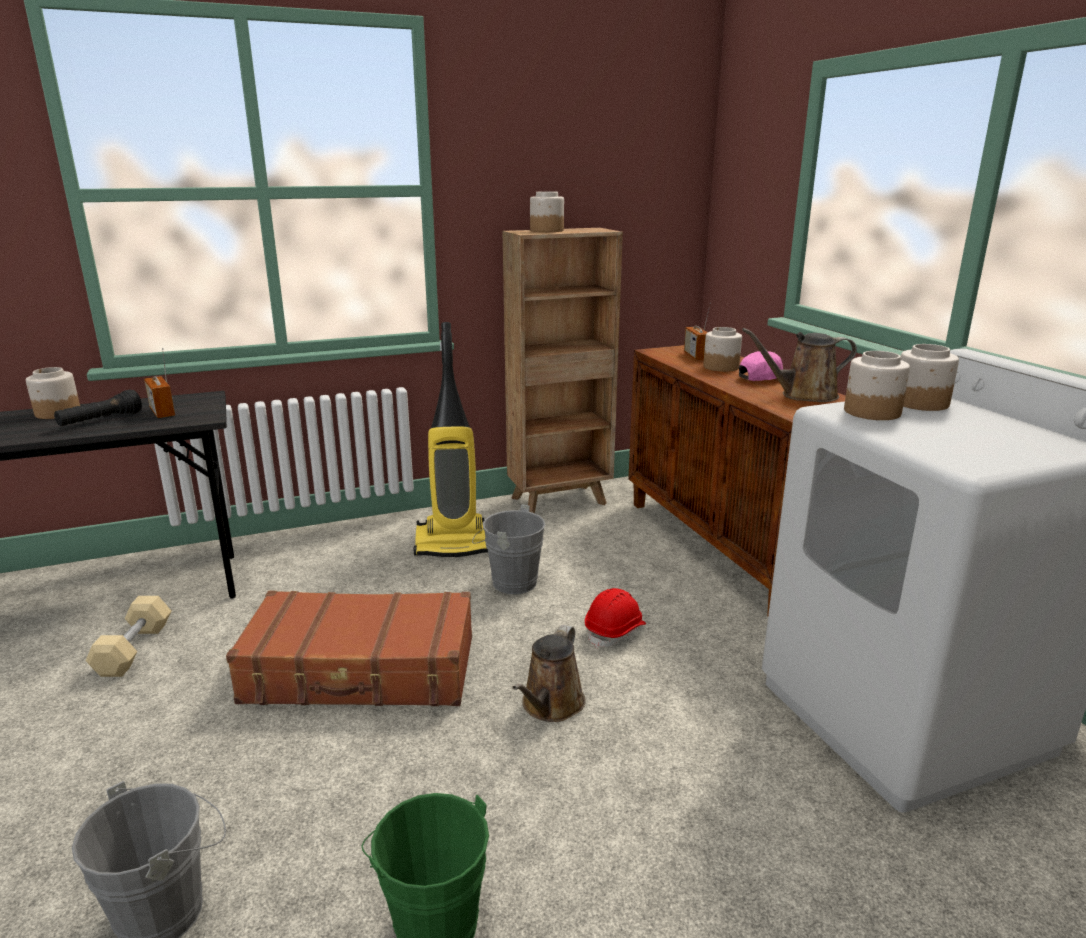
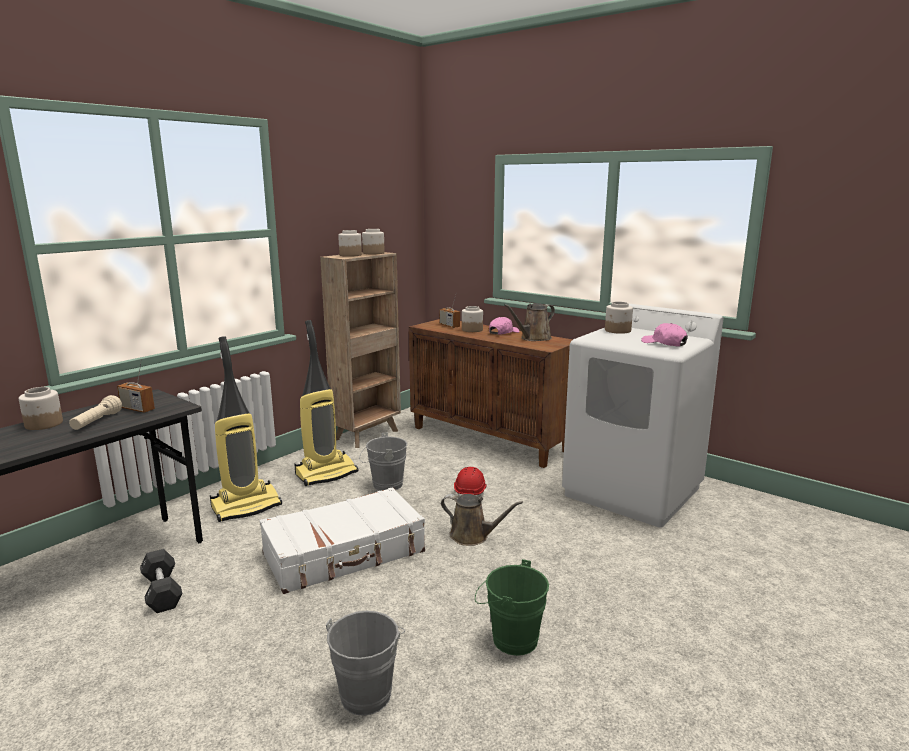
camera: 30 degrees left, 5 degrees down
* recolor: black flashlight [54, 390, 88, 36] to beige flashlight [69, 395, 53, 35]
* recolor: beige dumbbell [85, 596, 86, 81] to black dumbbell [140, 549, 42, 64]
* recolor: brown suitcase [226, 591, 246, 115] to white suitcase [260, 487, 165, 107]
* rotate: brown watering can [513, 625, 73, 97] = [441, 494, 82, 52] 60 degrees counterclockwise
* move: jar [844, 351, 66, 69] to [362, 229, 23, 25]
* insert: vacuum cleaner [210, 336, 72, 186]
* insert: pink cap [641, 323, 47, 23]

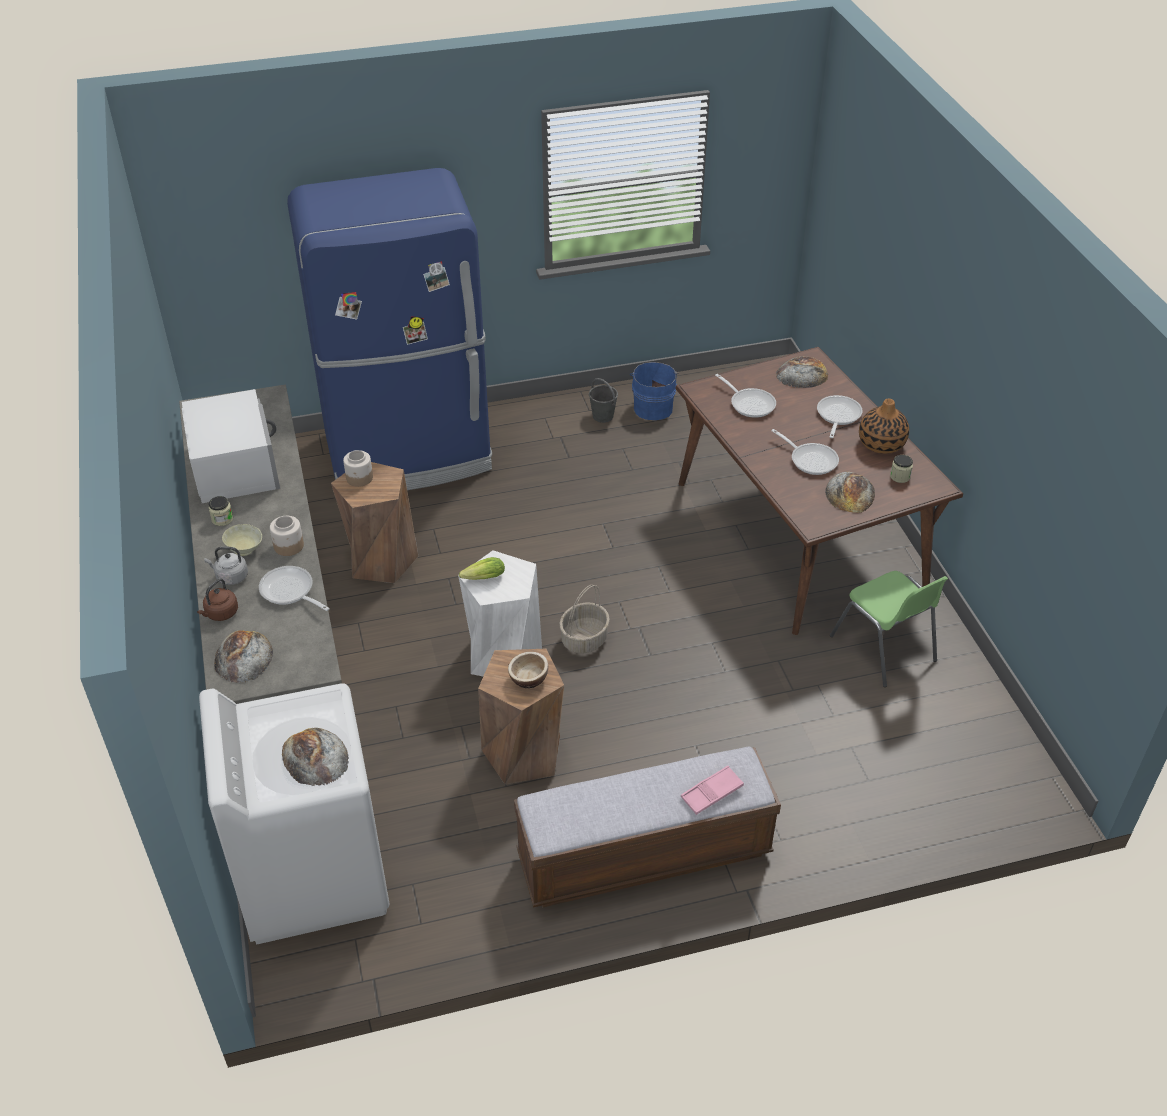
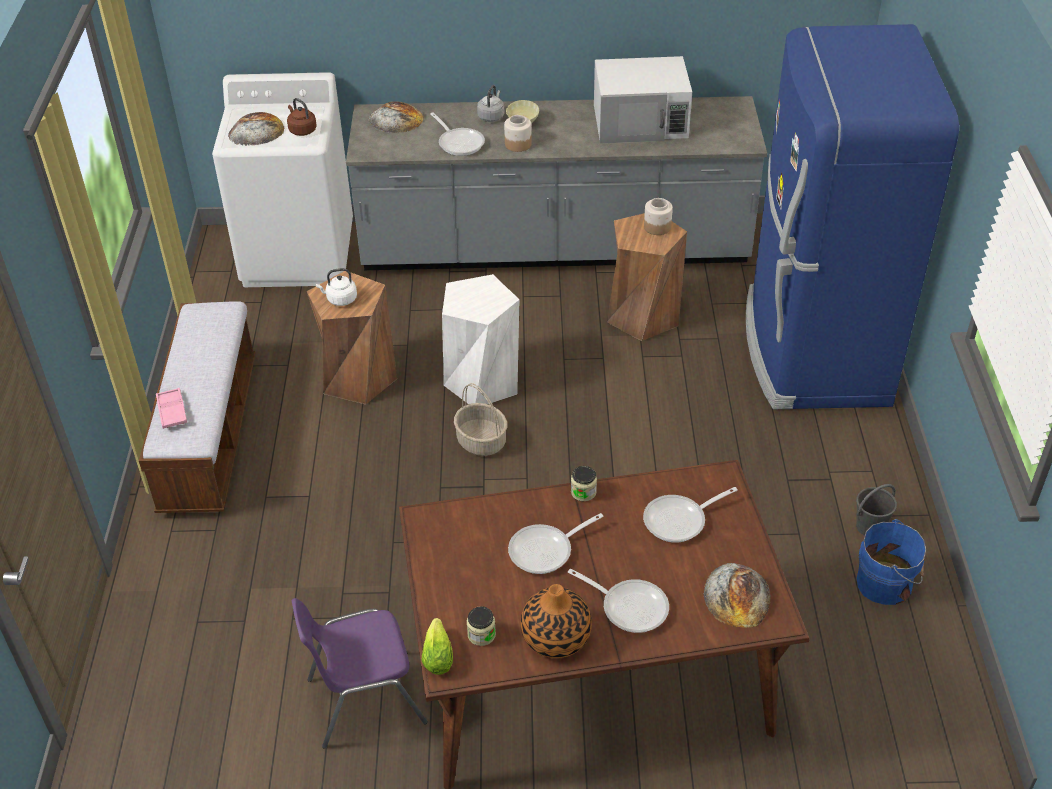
camera: 105 degrees right, 0 degrees up
* move: brown kettle [197, 578, 41, 43] to [287, 98, 30, 38]
* move: jar [208, 496, 25, 30] to [571, 466, 26, 35]
* rotate: frying pan [259, 566, 71, 45] = [430, 113, 55, 43] 90 degrees clockwise
* move: lettuce [459, 557, 46, 23] to [421, 618, 32, 57]
* replace: bowl [508, 652, 40, 36] to white kettle [316, 268, 41, 38]
* delete: bread [825, 472, 50, 41]
* recolor: green chair [830, 571, 118, 116] to purple chair [292, 598, 136, 151]

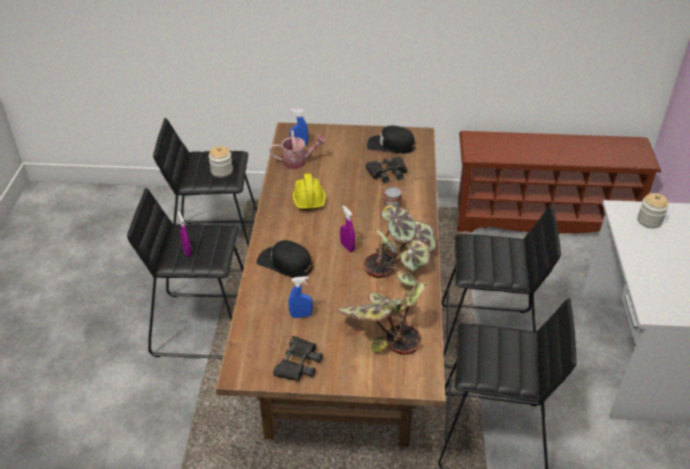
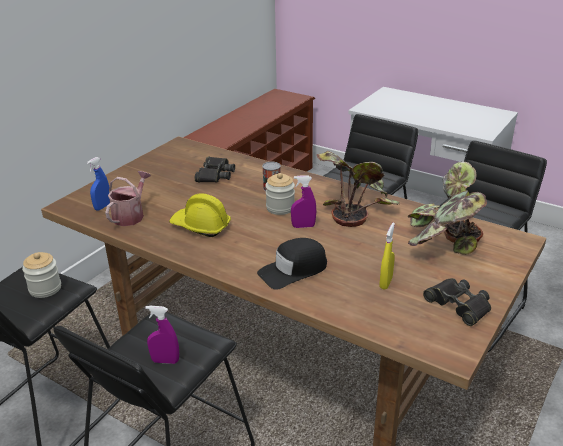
camera: 60 degrees left, 10 degrees down
* recolor: blue spray bottle [289, 276, 24, 42] to yellow spray bottle [380, 223, 15, 67]
* delete: black cap [367, 126, 48, 28]
* move: jar [637, 193, 32, 35] to [265, 173, 30, 42]

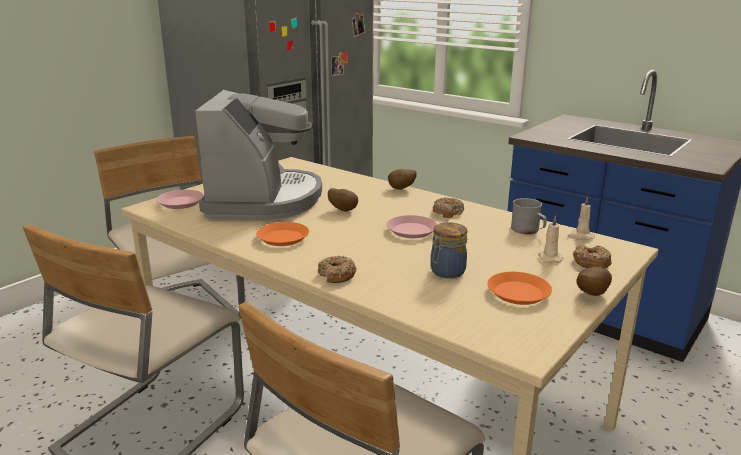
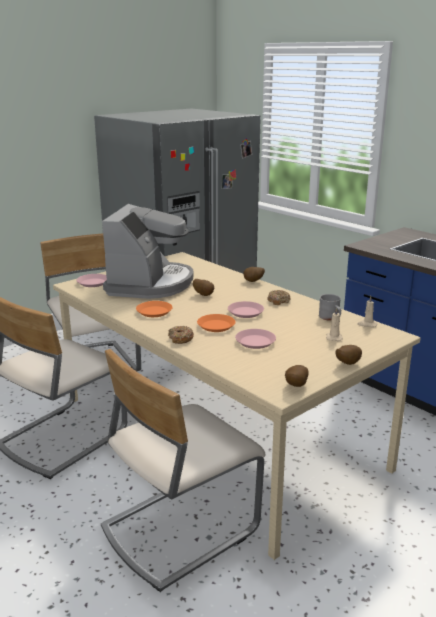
camera: 10 degrees right, 0 degrees up
* replace: jar [431, 222, 36, 56] to pink plate [235, 329, 41, 20]
* move: orange plate [487, 272, 65, 33] to [197, 314, 39, 18]
* delete: donut [573, 244, 39, 25]
* insert: potato [285, 365, 24, 22]

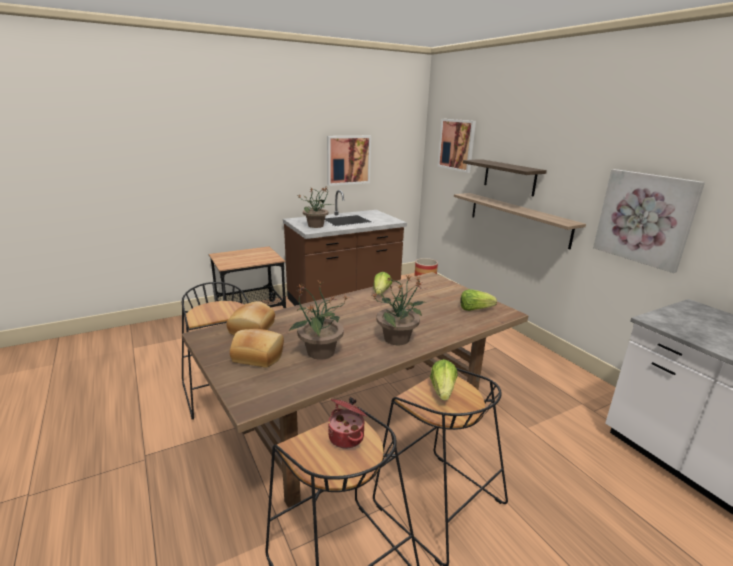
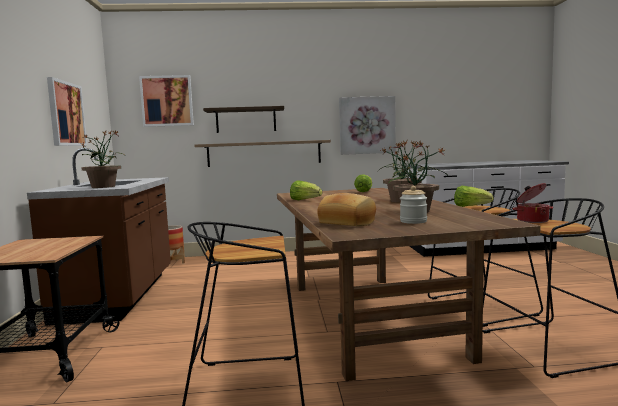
camera: 65 degrees left, 15 degrees down
* replace: bread [230, 329, 54, 39] to jar [400, 186, 27, 38]

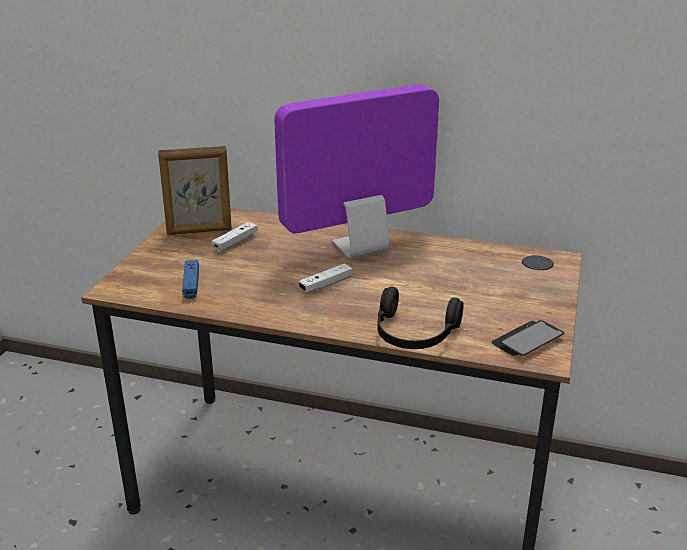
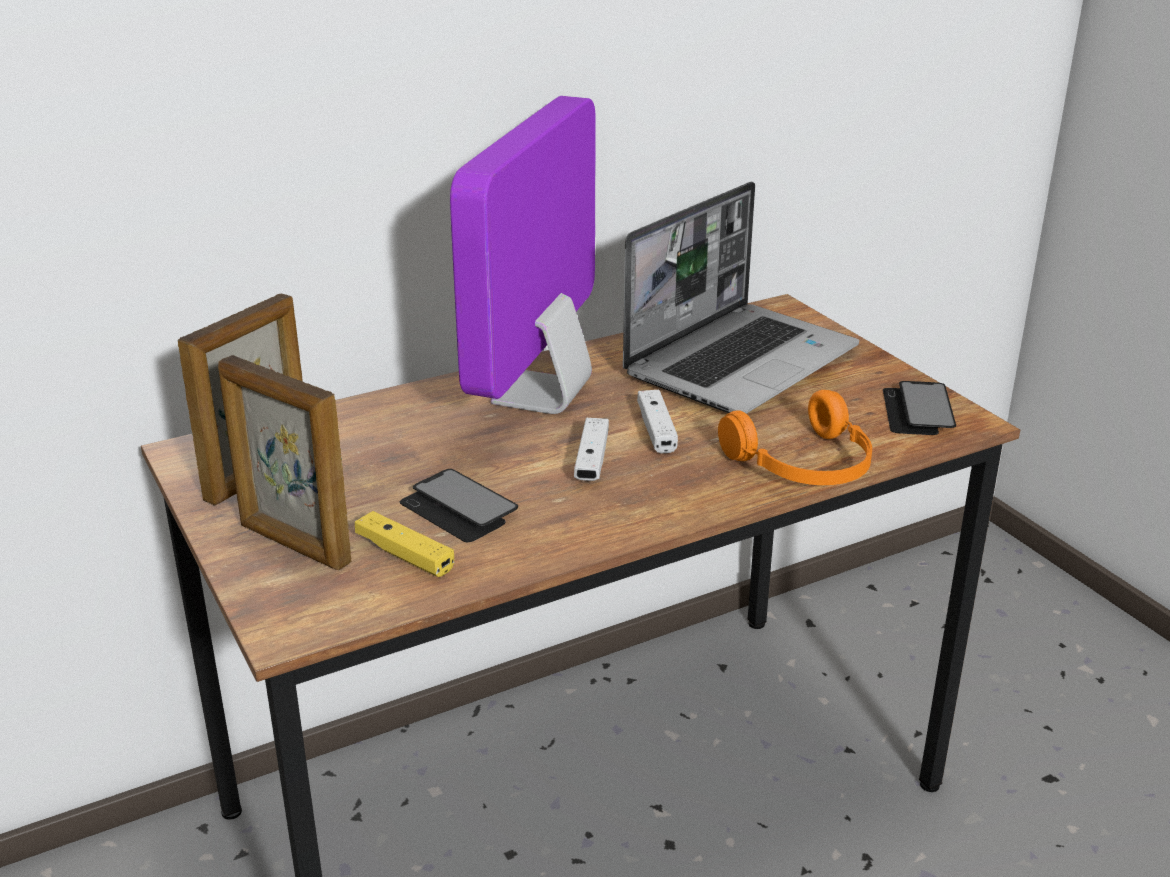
camera: 45 degrees left, 0 degrees up
* recolor: blue game controller [182, 260, 17, 39] to yellow game controller [355, 511, 99, 66]
* move: white game controller [212, 222, 45, 30] to [637, 390, 41, 64]
* recolor: black headphones [377, 287, 87, 62] to orange headphones [718, 390, 154, 95]
* insert: picture frame [218, 355, 134, 215]
* insert: phone [400, 469, 118, 73]
* insert: laptop [623, 182, 236, 232]

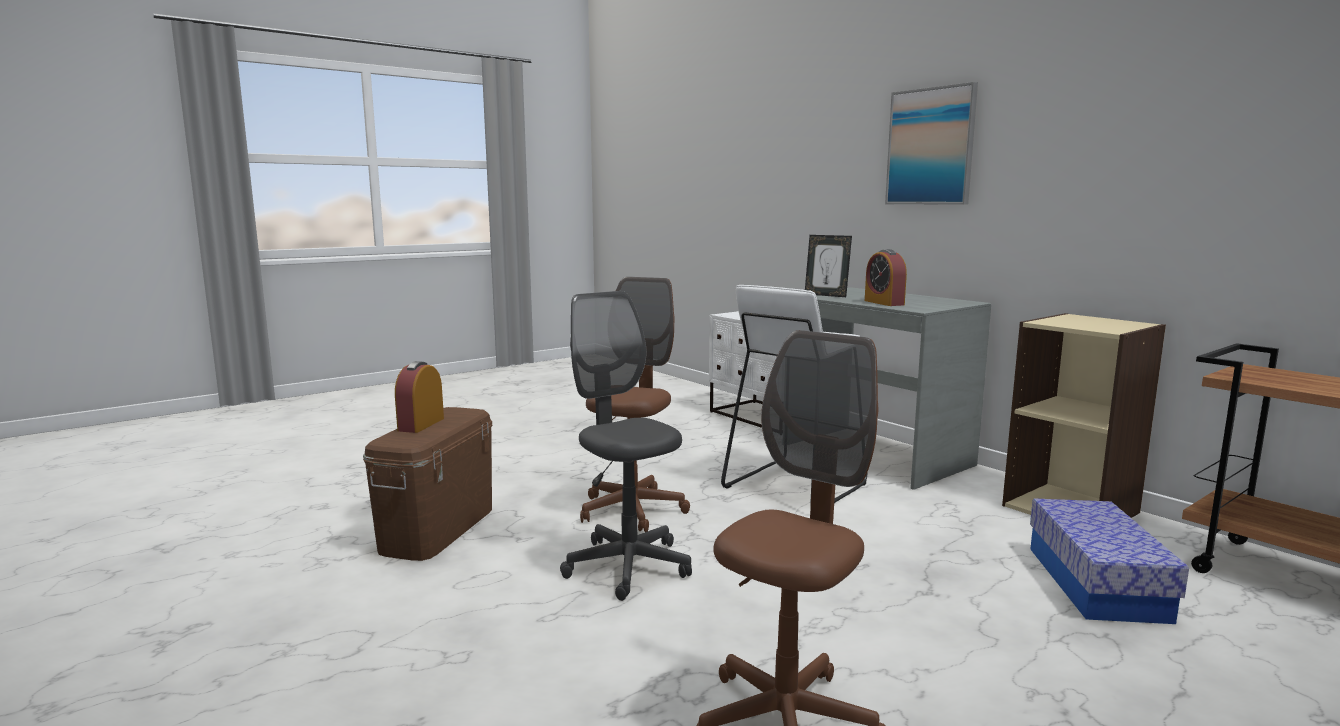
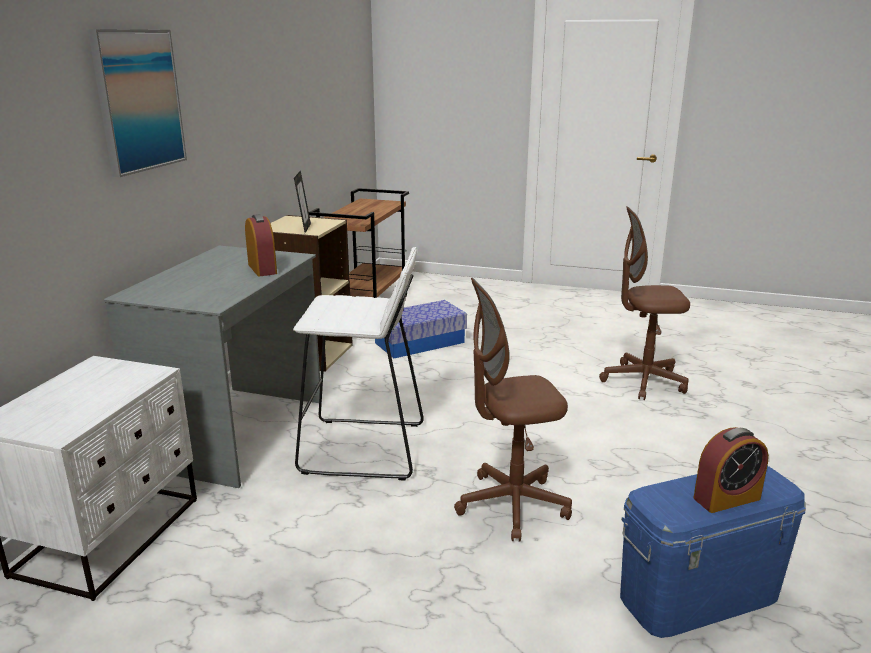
camera: 125 degrees left, 10 degrees up
* recolor: brown storage box [363, 407, 130, 154] to blue storage box [620, 466, 186, 172]
* delete: grey office chair [560, 291, 132, 310]
* move: picture frame [805, 235, 47, 62] to [294, 170, 17, 63]
* rotate: alarm clock [865, 249, 42, 57] = [245, 214, 32, 62] 60 degrees counterclockwise

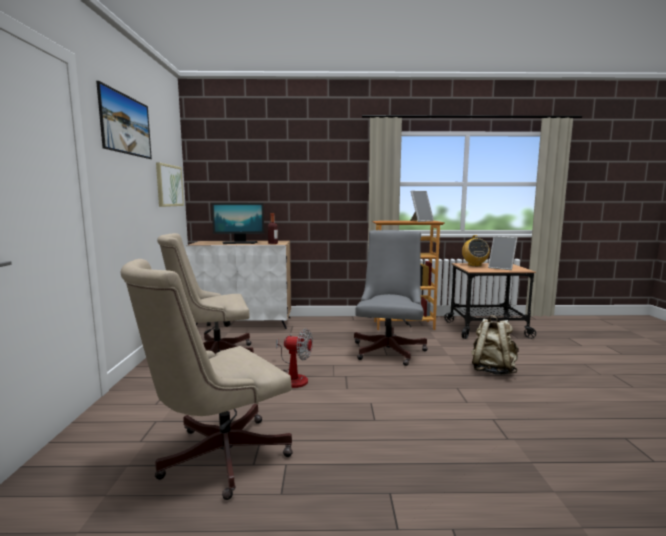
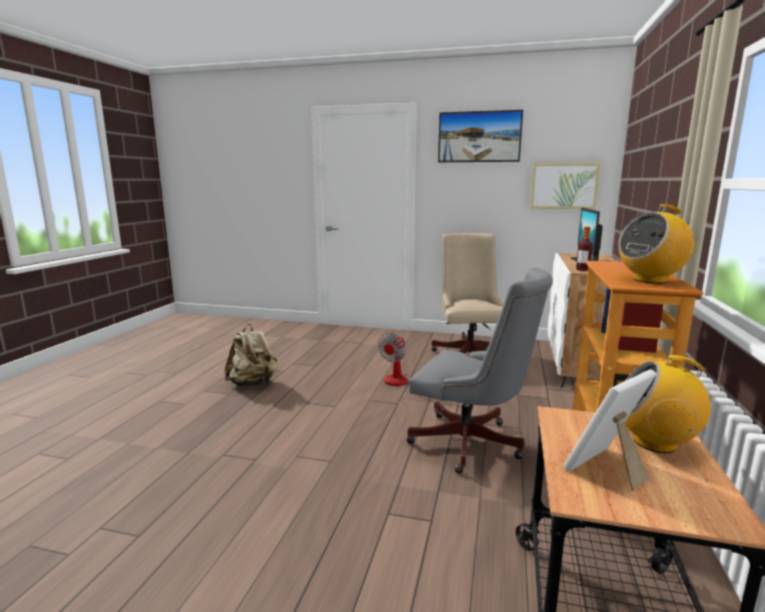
camera: 105 degrees right, 5 degrees up
* delete: beige office chair [120, 259, 173, 241]
* replace: picture frame [410, 191, 24, 31] to radio [618, 204, 76, 79]
* move: beige backpack [471, 315, 48, 60] to [225, 324, 52, 62]

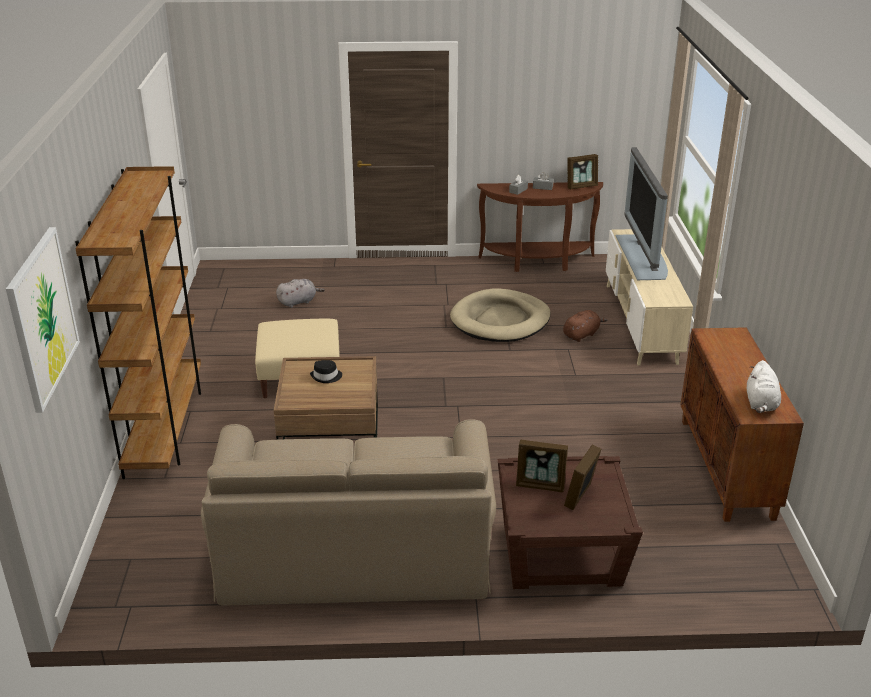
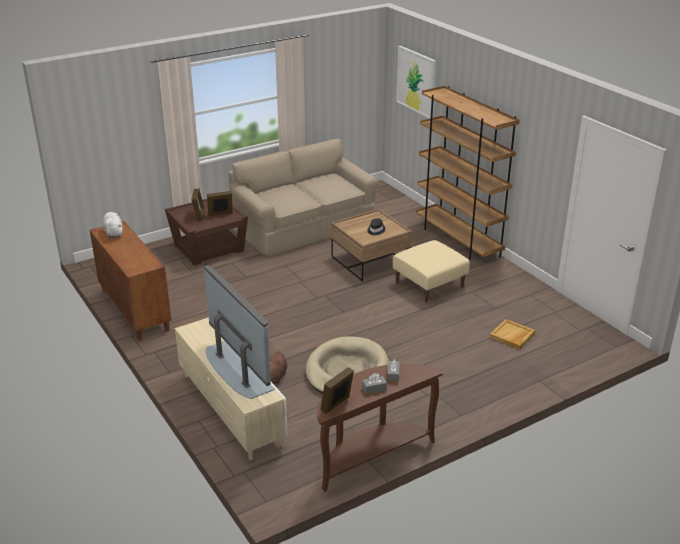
camera: 150 degrees right, 0 degrees up
* replace: grey plush toy [276, 279, 49, 29] to beige tray [490, 319, 45, 30]

